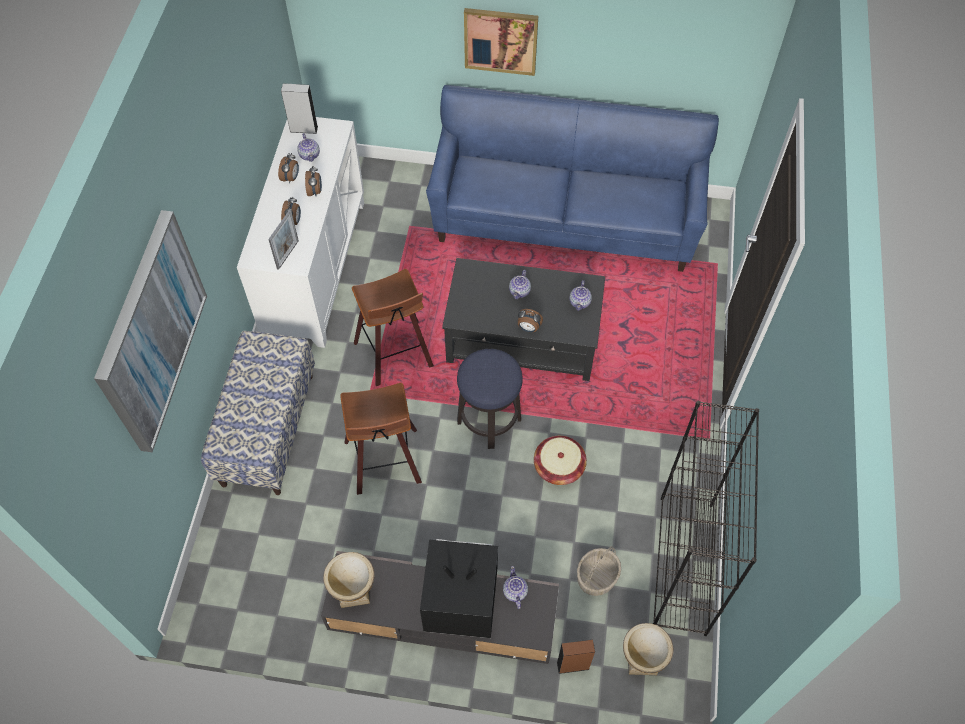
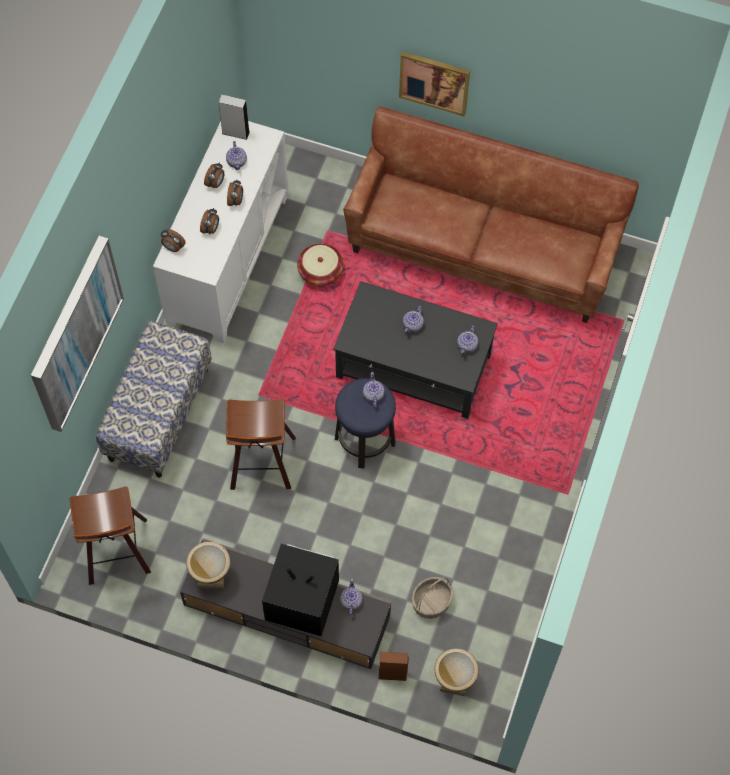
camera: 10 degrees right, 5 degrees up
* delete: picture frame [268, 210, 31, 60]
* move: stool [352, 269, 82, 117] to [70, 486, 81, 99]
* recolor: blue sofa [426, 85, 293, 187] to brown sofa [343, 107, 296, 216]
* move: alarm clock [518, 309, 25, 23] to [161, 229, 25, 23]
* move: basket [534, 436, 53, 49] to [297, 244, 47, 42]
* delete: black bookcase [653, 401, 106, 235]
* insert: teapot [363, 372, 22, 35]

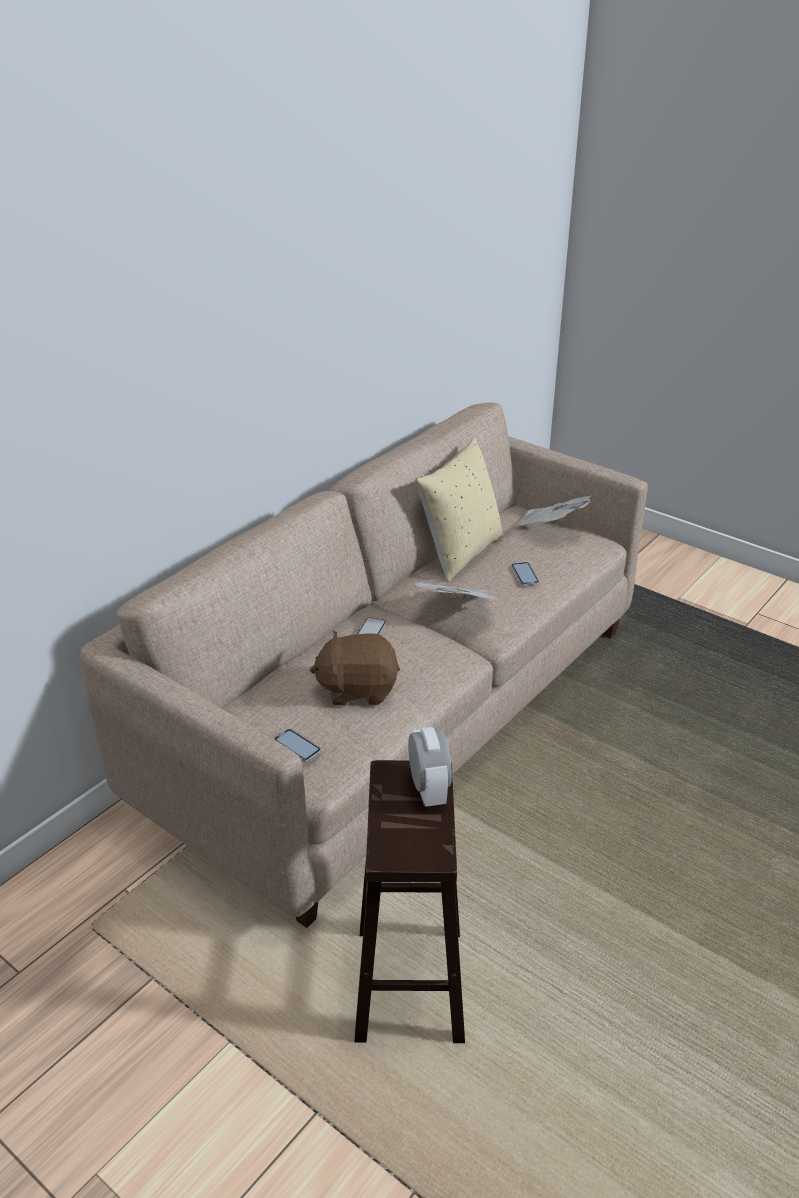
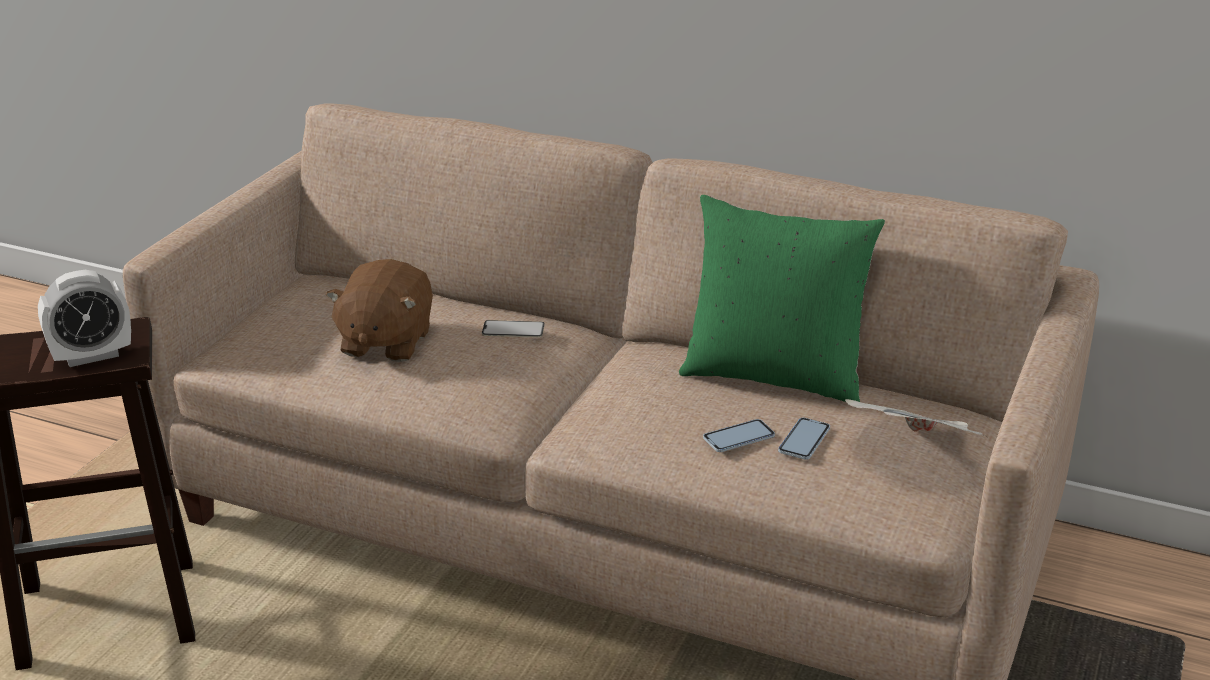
camera: 75 degrees right, 5 degrees down
* move: phone [274, 729, 47, 33] to [778, 418, 52, 42]
* rotate: brown plush toy [310, 631, 90, 75] = [325, 259, 108, 103] 150 degrees counterclockwise
* delete: newspaper [415, 582, 83, 18]
* recolor: beige pillow [416, 438, 86, 144] to green pillow [679, 195, 206, 207]

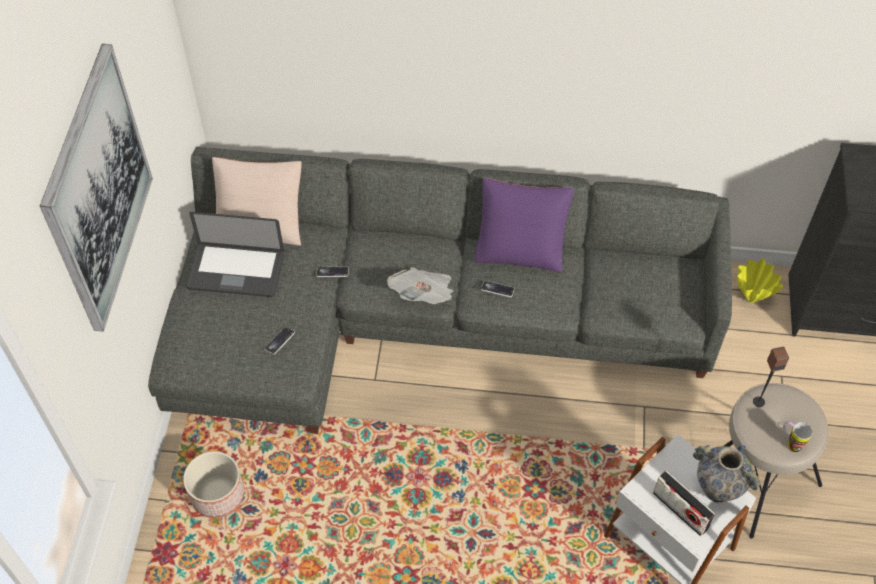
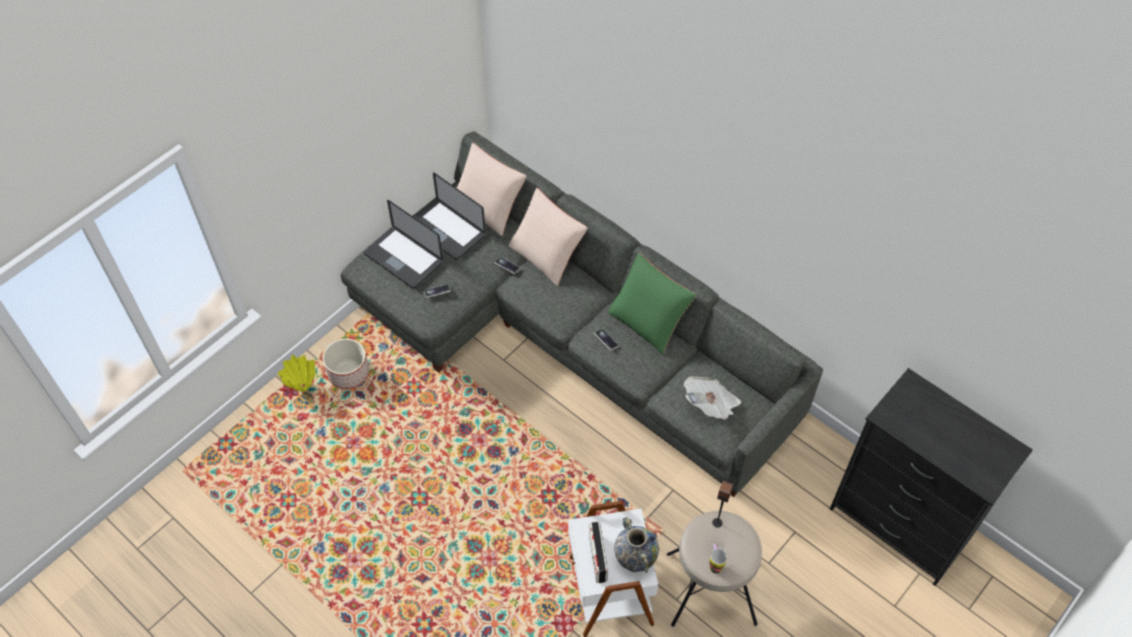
camera: 35 degrees right, 0 degrees up
* delete: picture [40, 44, 113, 288]
* move: newspaper [387, 267, 66, 37] to [684, 376, 57, 44]
* recolor: purple pillow [474, 178, 100, 95] to green pillow [608, 253, 88, 101]
* move: yellow vase [737, 258, 46, 45] to [278, 355, 38, 37]
* insert: laptop [364, 200, 79, 89]
* insert: beige pillow [509, 188, 79, 98]

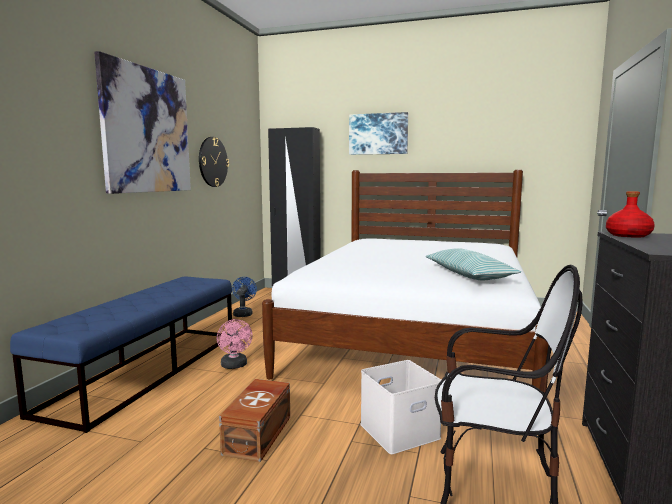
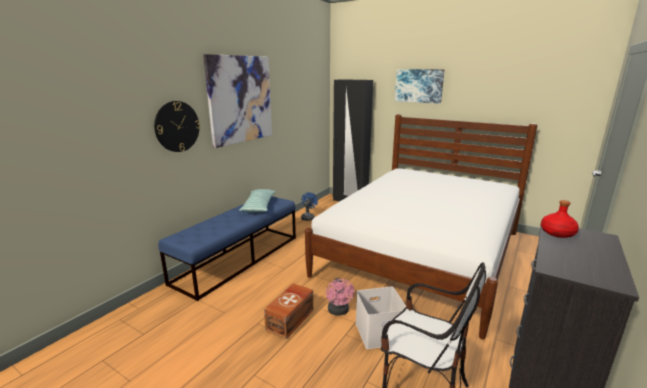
camera: 15 degrees right, 10 degrees up
* move: wall clock [199, 137, 30, 50] to [154, 101, 46, 51]
* move: pink fan [217, 319, 36, 50] to [326, 278, 29, 37]
* move: pillow [426, 248, 95, 33] to [239, 189, 37, 24]

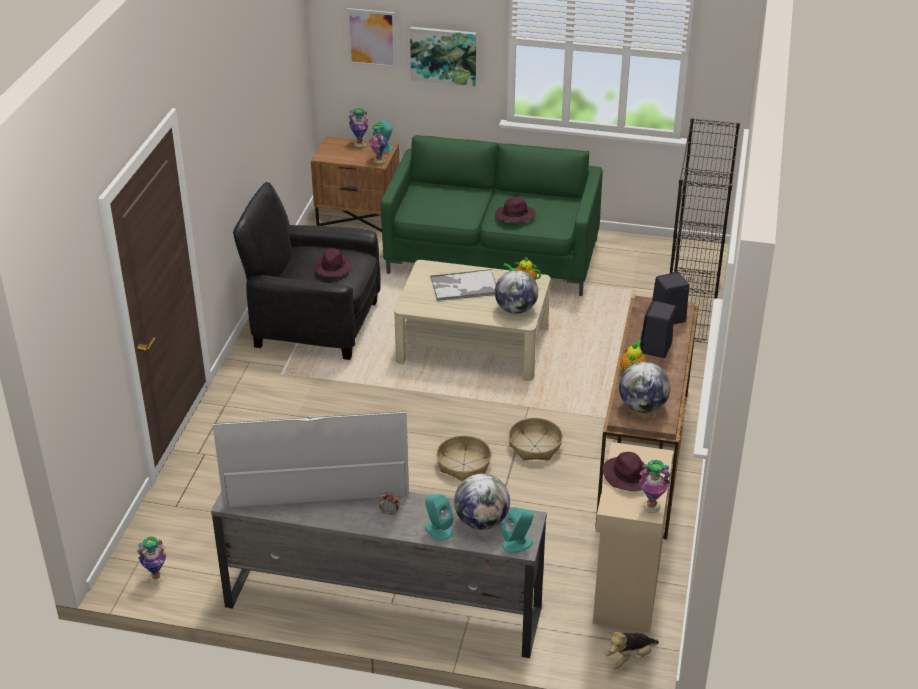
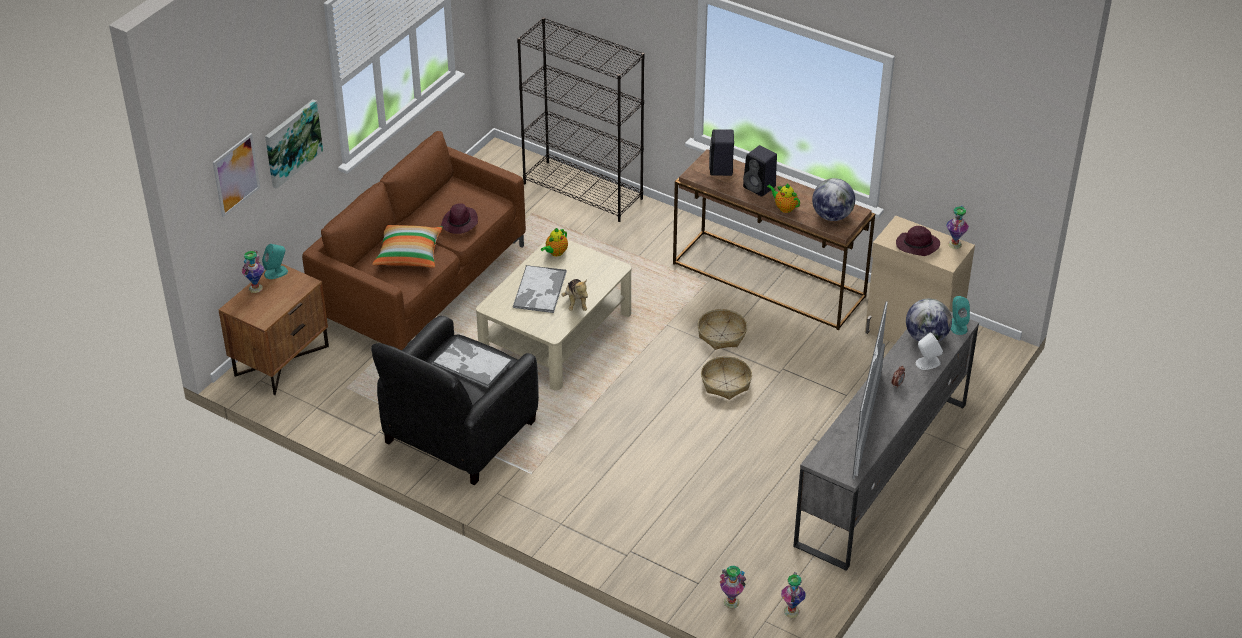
camera: 70 degrees left, 5 degrees up
* replace: purple hat [314, 248, 38, 29] to tray [432, 337, 80, 51]
* move: vase [368, 123, 20, 40] to [720, 566, 26, 42]
* recolor: green sofa [381, 135, 221, 161] to brown sofa [302, 131, 224, 219]
* recolor: turquoise speaker [425, 494, 29, 47] to white speaker [916, 332, 27, 38]
* delete: globe [495, 270, 43, 44]
* move: plush toy [605, 632, 54, 37] to [561, 279, 27, 32]
* insert: pillow [372, 225, 71, 42]

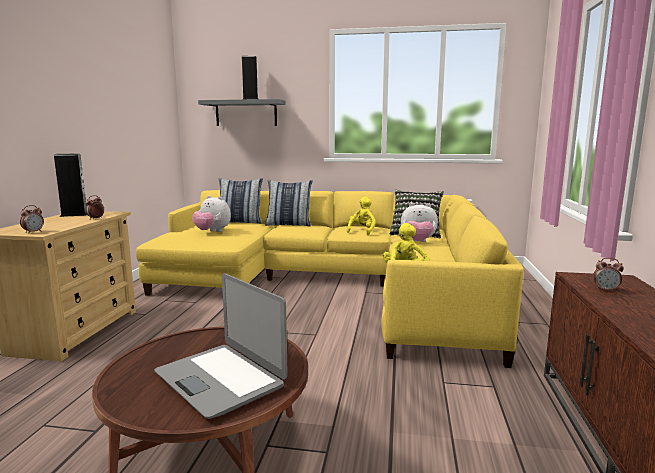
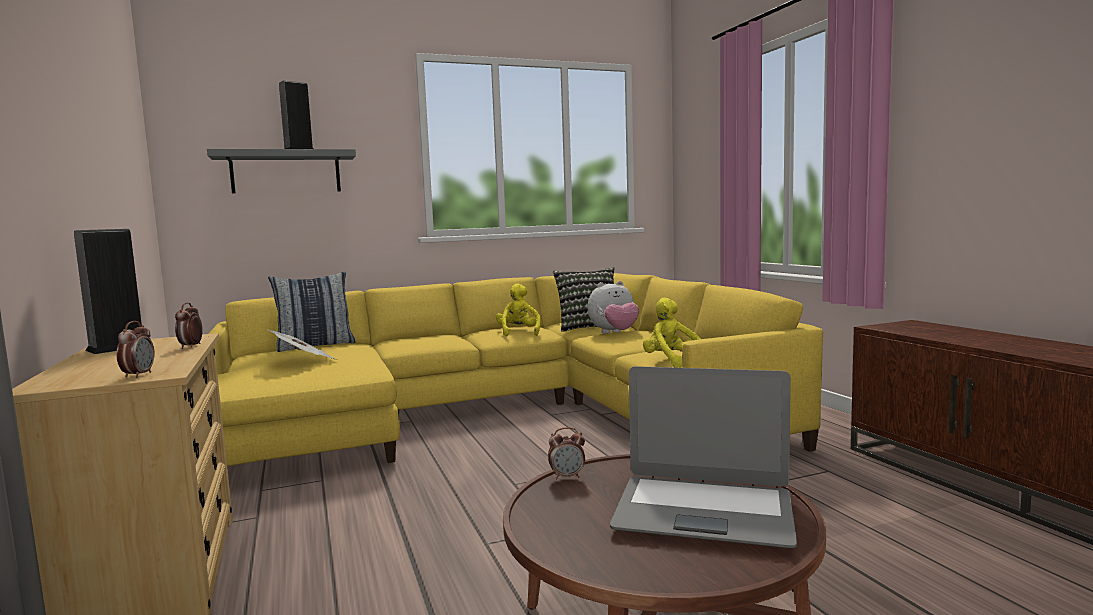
camera: 30 degrees left, 5 degrees down
* replace: plush toy [192, 196, 39, 36] to newspaper [266, 329, 69, 30]
* delete: pillow [265, 180, 48, 47]
* move: alarm clock [593, 258, 31, 35] to [548, 427, 37, 52]

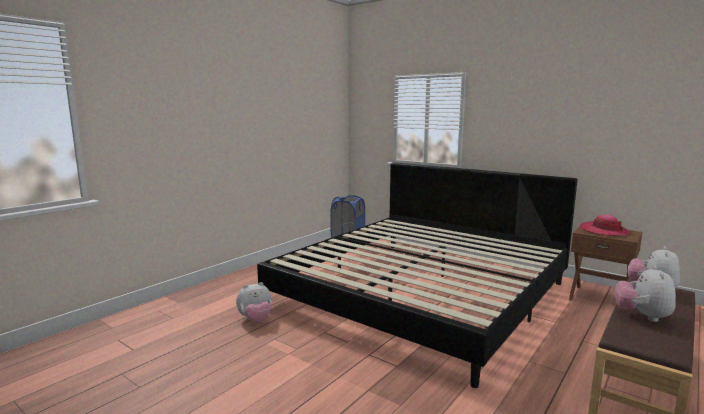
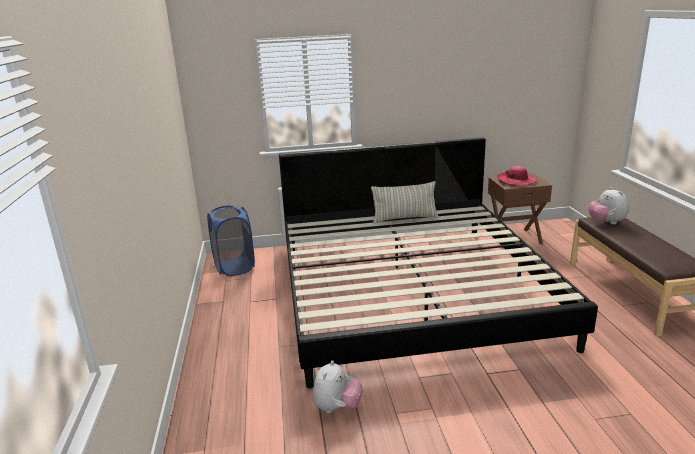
camera: 45 degrees left, 10 degrees up
* delete: plush toy [614, 266, 62, 56]
* insert: pillow [371, 181, 68, 42]

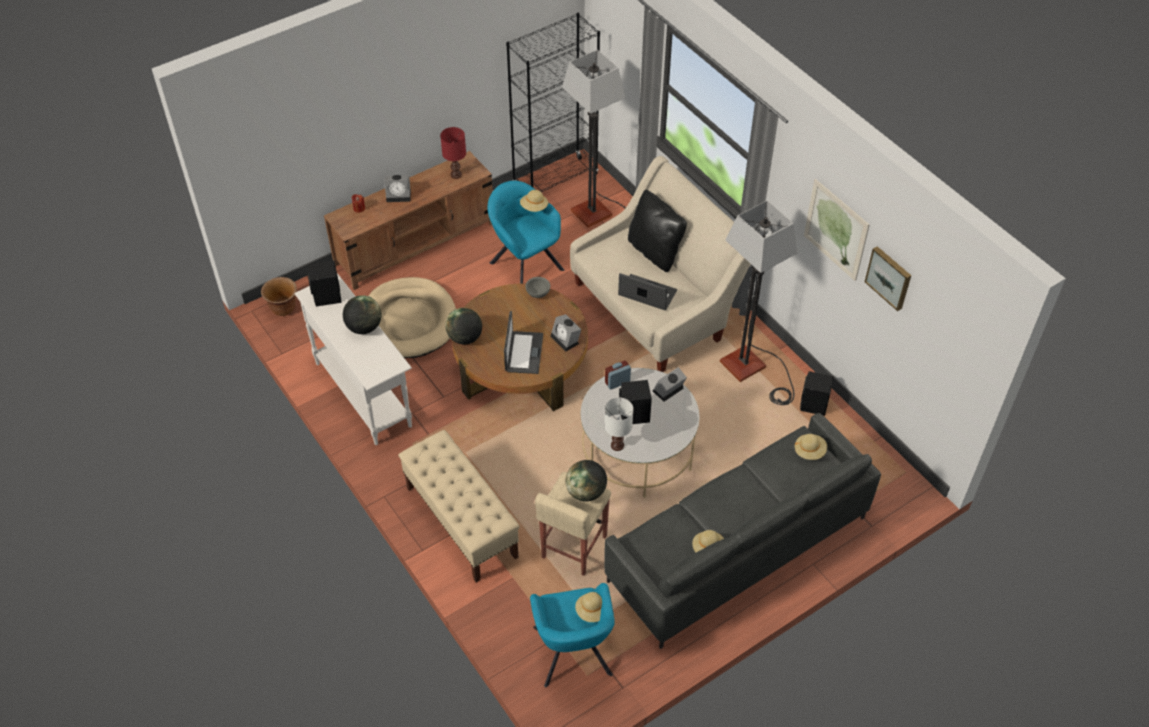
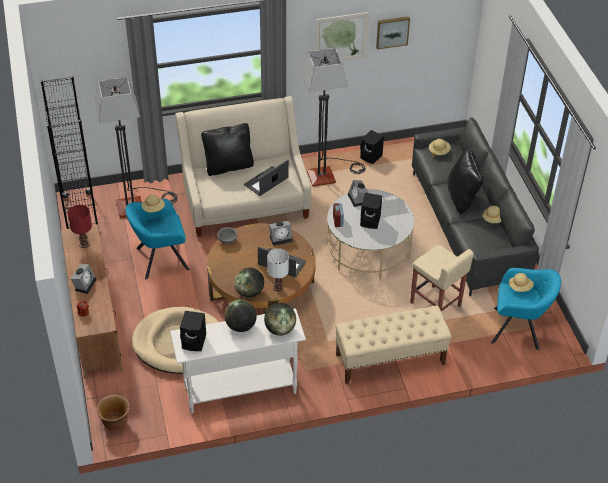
camera: 70 degrees left, 5 degrees down
* move: globe [566, 460, 41, 41] to [264, 303, 32, 33]
* move: white table lamp [604, 397, 29, 54] to [267, 248, 22, 43]
* insert: black pillow [447, 148, 37, 66]

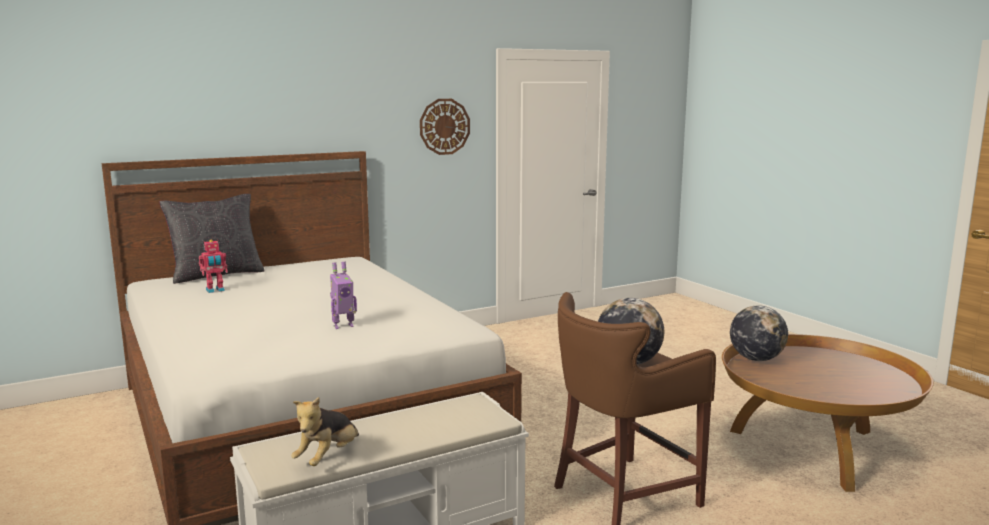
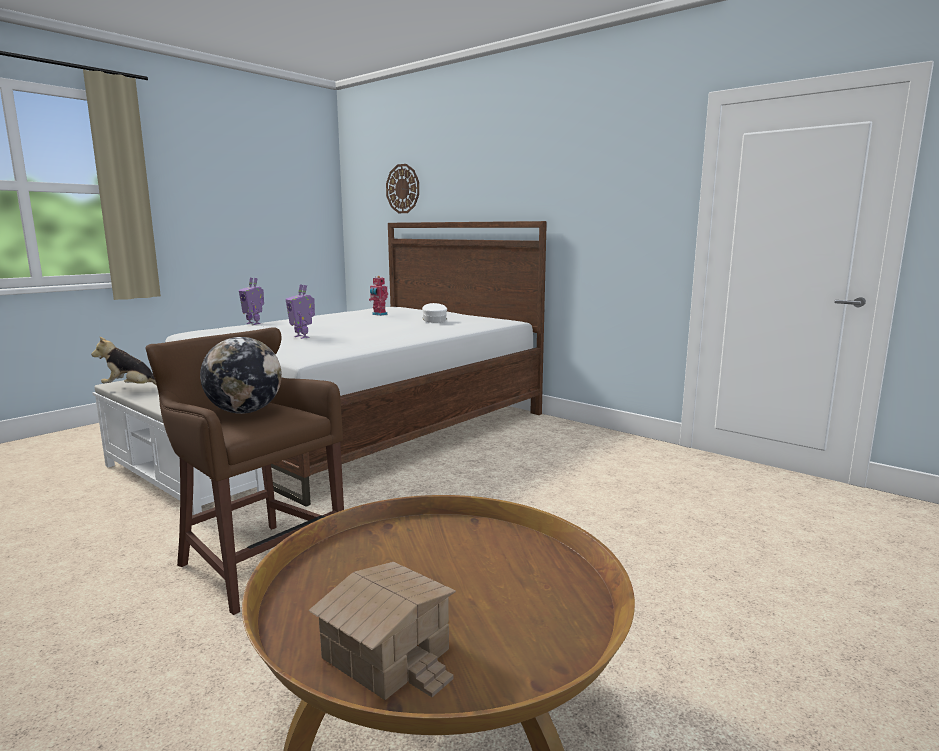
camera: 70 degrees right, 0 degrees up
* delete: black pillow [159, 194, 106, 90]
* move: wall clock [420, 99, 50, 56] to [386, 164, 33, 49]
* delete: globe [730, 305, 58, 56]
* insert: toy robot [239, 278, 25, 47]
* insert: toy house [309, 562, 147, 138]
* insert: white cap [422, 303, 25, 20]

